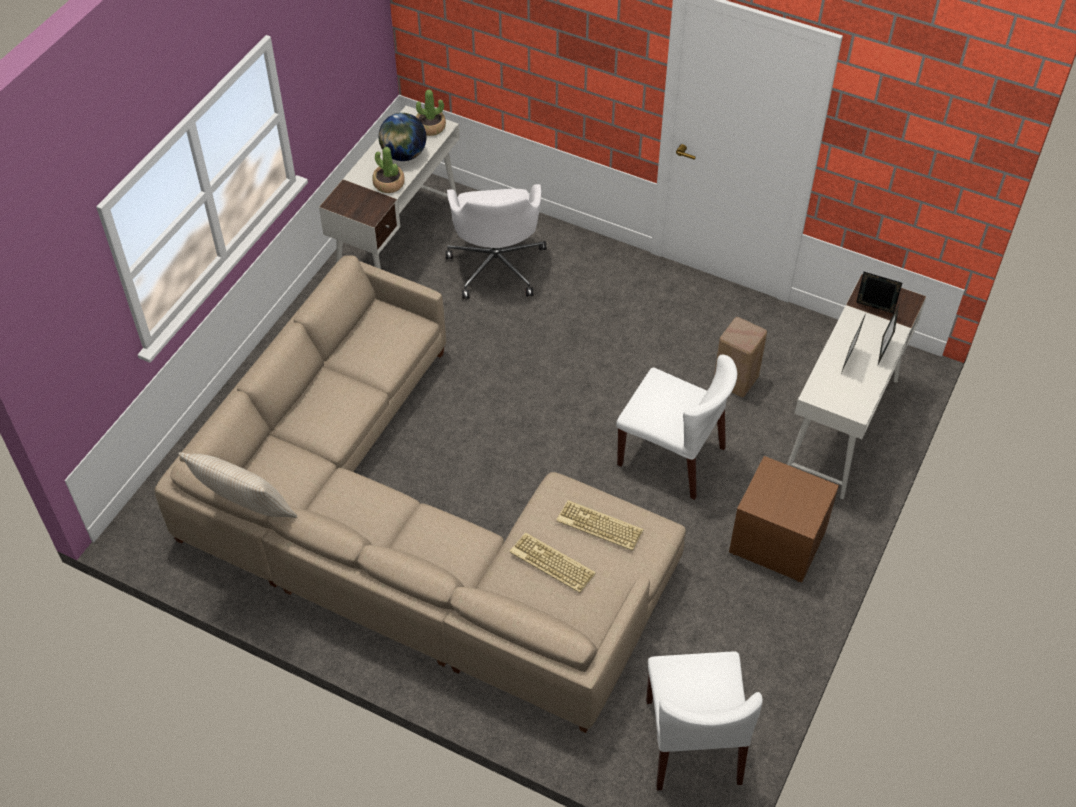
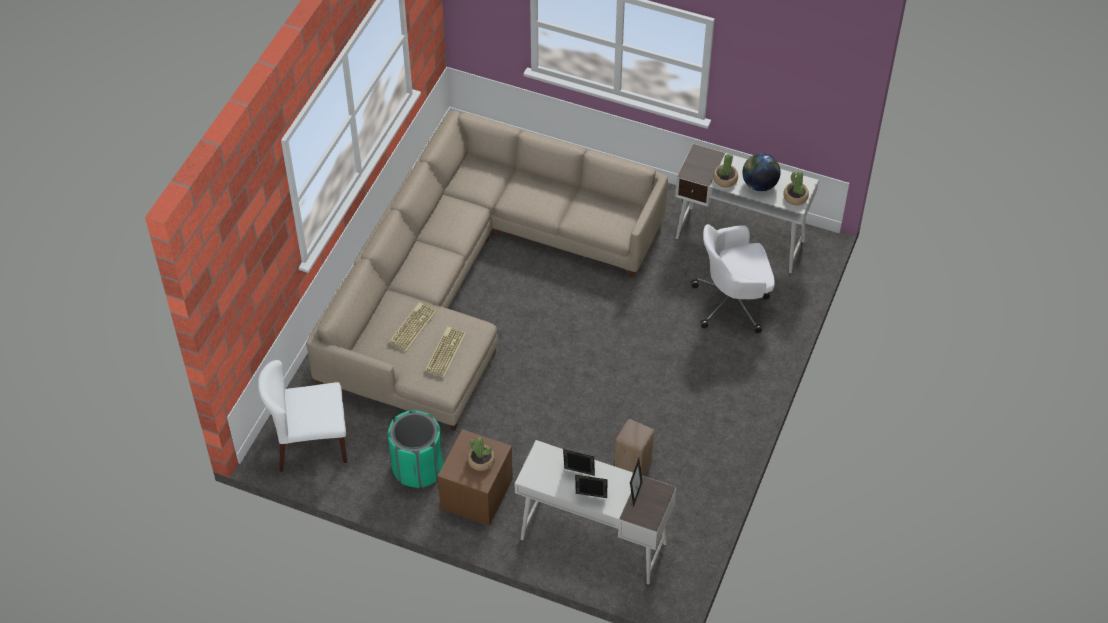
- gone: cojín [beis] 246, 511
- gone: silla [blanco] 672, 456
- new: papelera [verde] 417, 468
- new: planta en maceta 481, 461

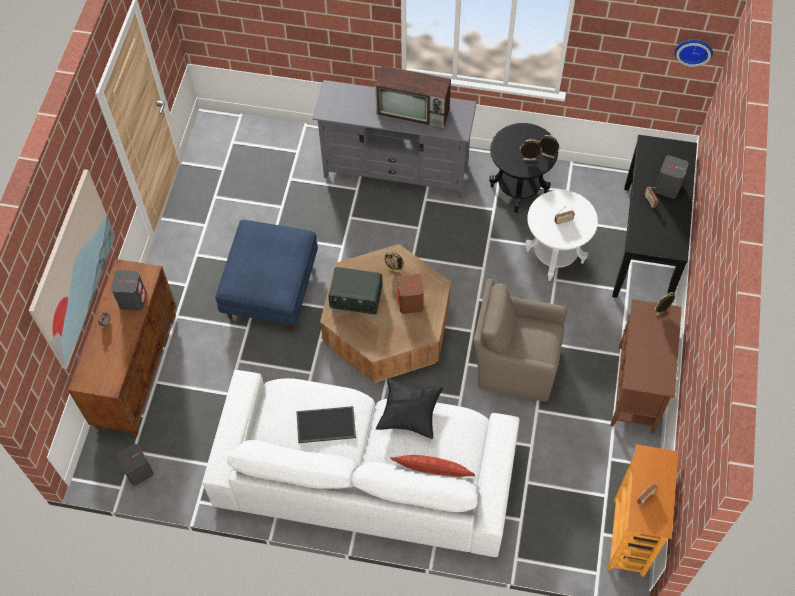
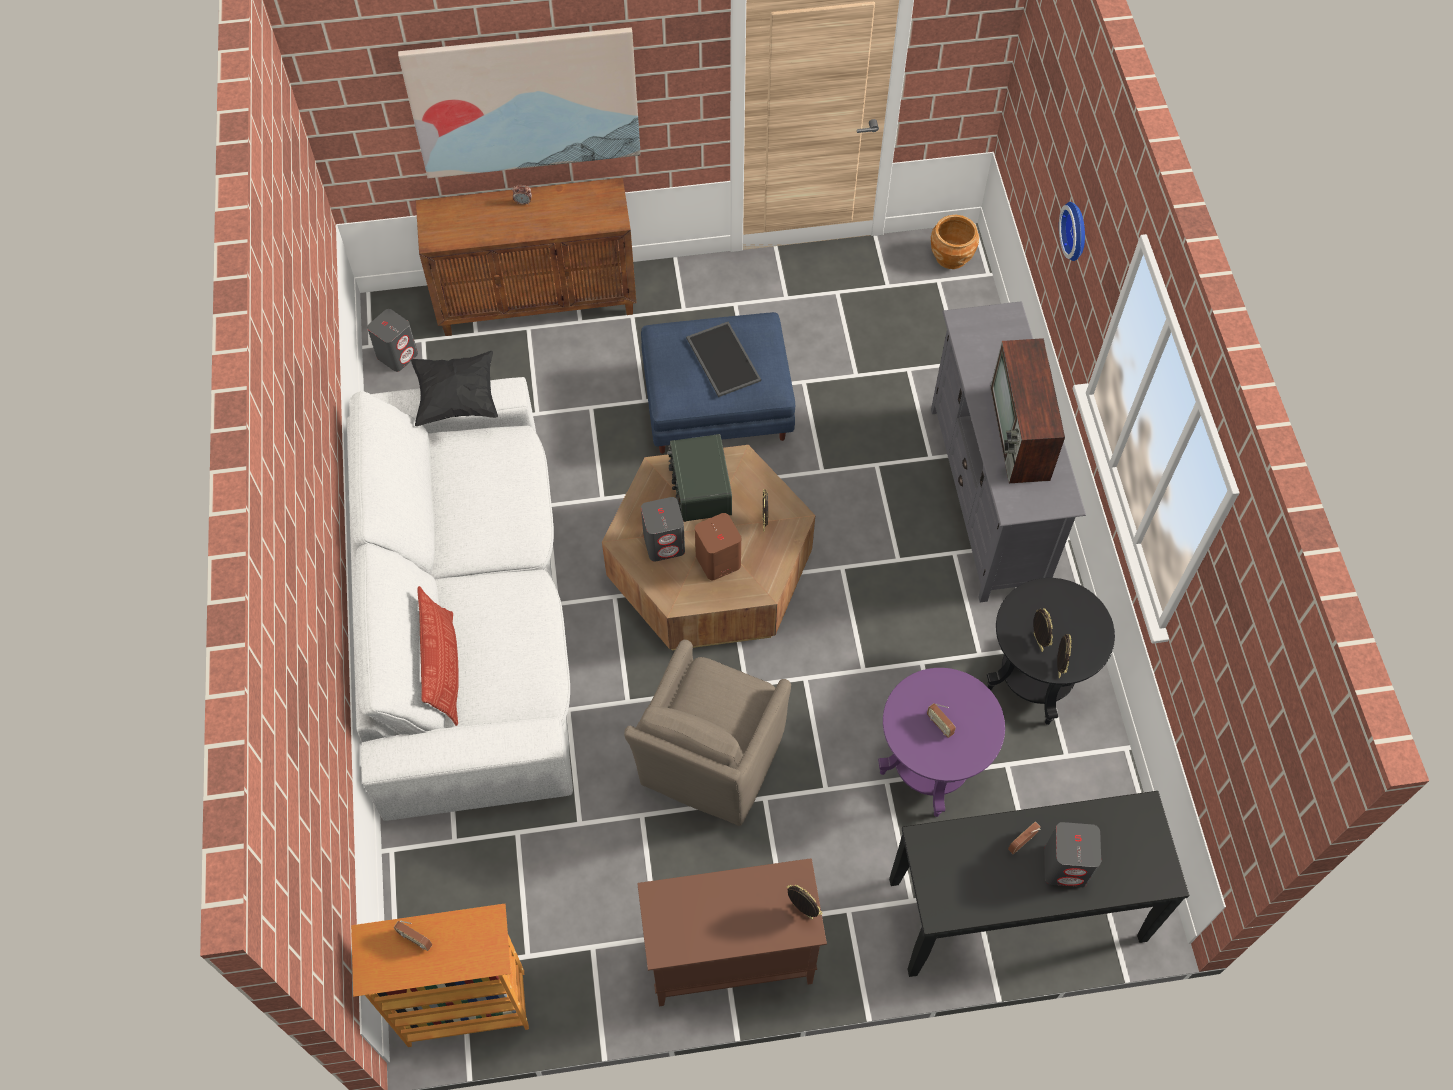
- new: maceta [marrón] 951, 257
- shifted: altavoz [gris] 133, 299 to 664, 543
- shifted: bandeja 325, 426 to 721, 359
- shifted: cojín [negro] 409, 413 to 457, 399
- shifted: reloj de pared 693, 50 to 1077, 230
- repainted: mesa auxiliar [blanco] 554, 256 to mesa auxiliar [morado] 929, 769
- rotated: sillón [marrón] 514, 364 = 710, 762 150 degrees counterclockwise

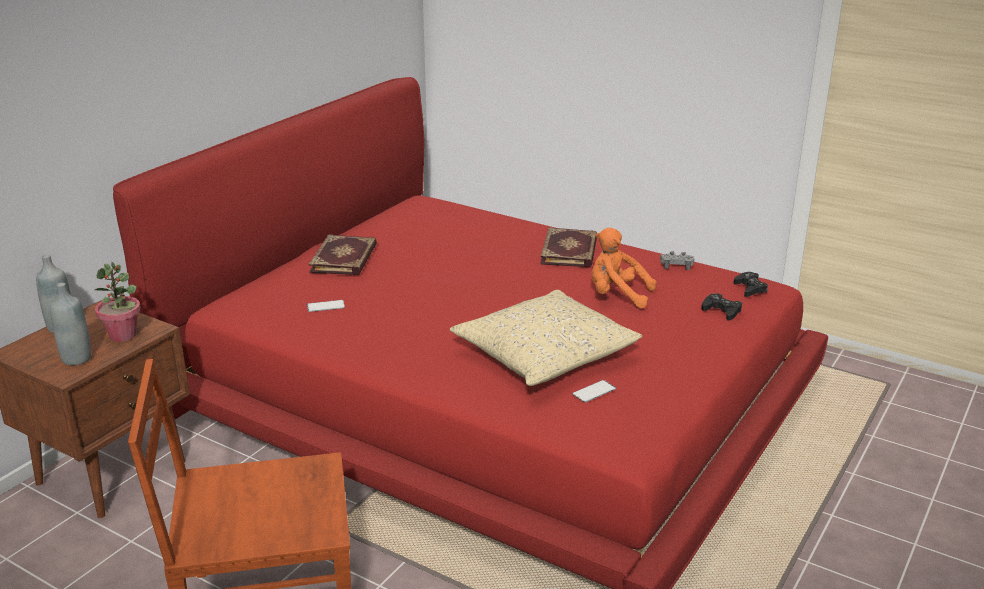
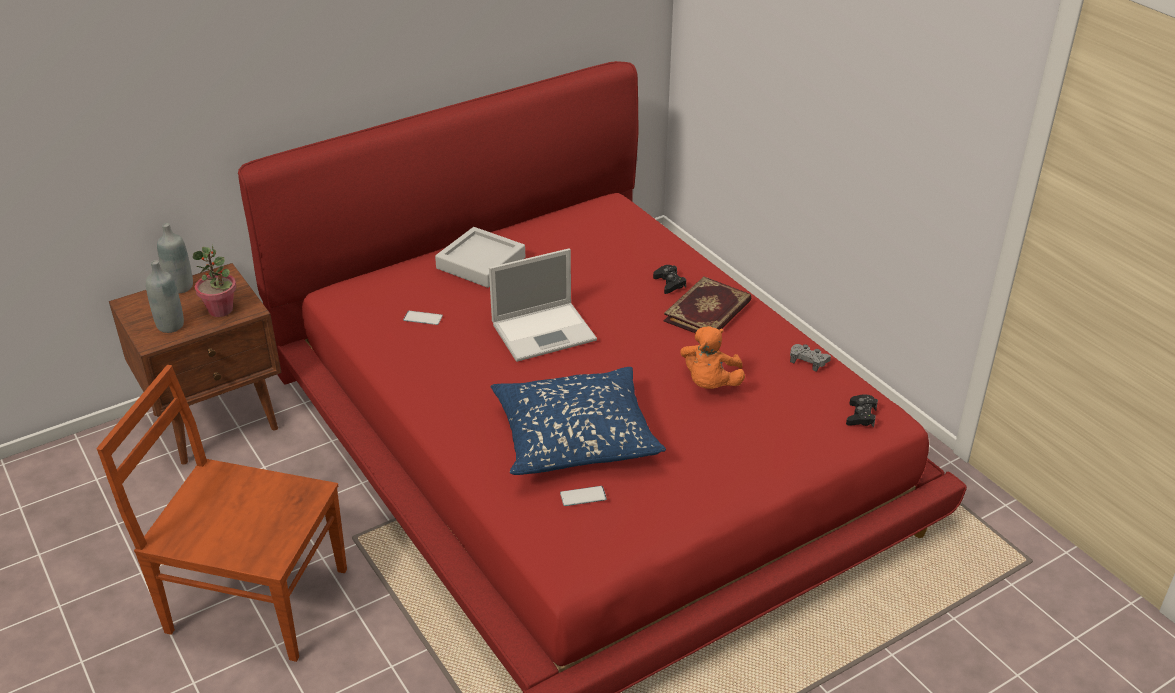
- new: portátil 545, 331
- shifted: mando de consola [negro] 722, 311 to 669, 283
- swapped: libro 345, 258 to bandeja [gris] 481, 263
- repainted: cojín [beis] 545, 354 to cojín [azul] 575, 436
- rotated: peluche [naranja] 617, 295 = 710, 384 120 degrees counterclockwise

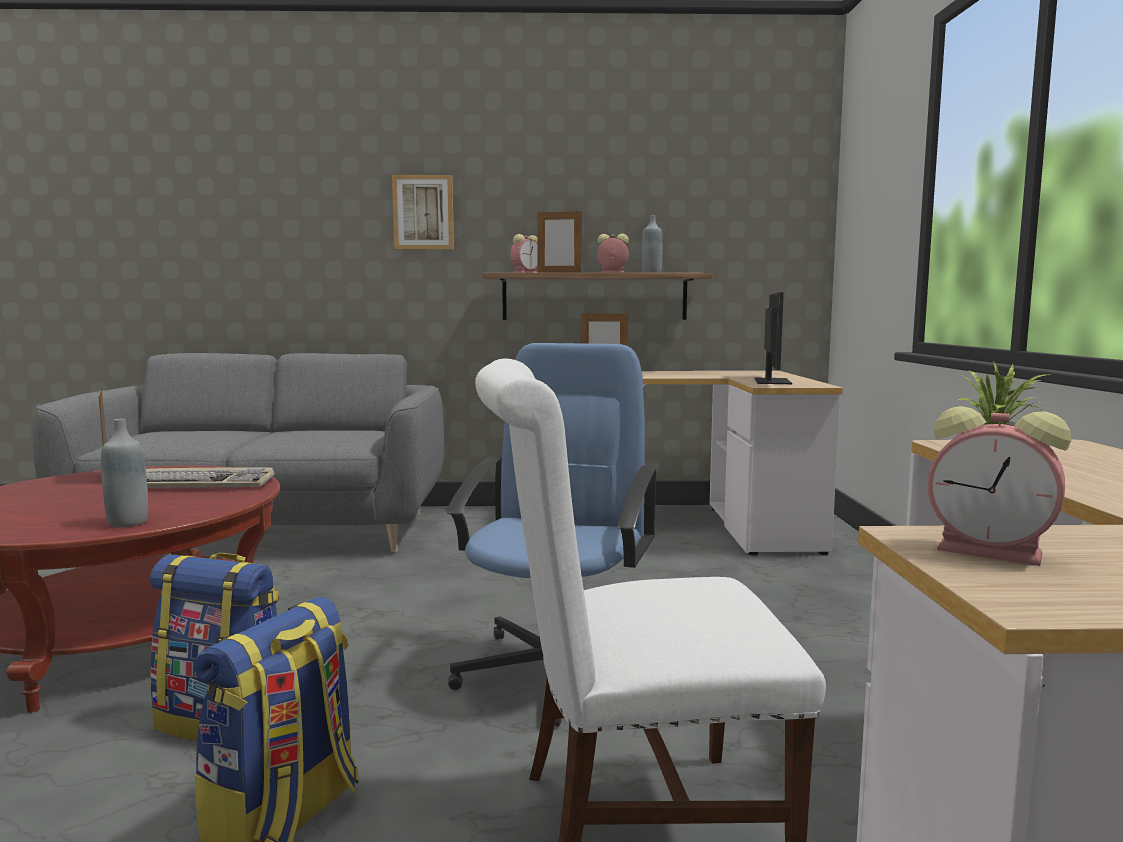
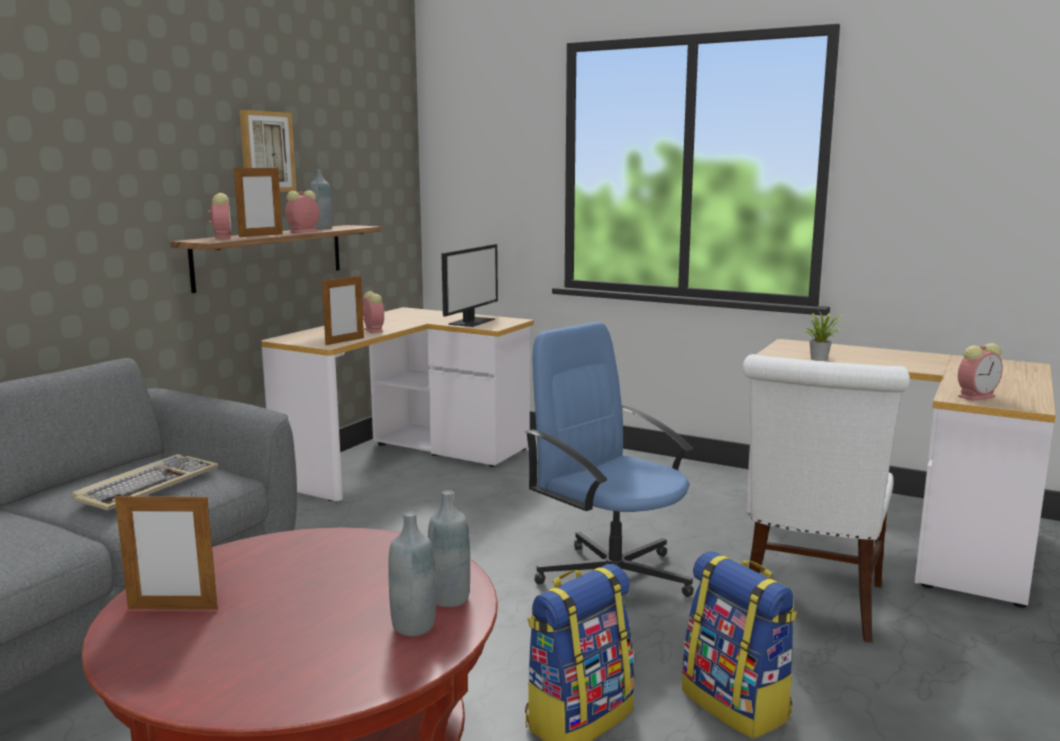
- new: despertador 373, 330
- new: botella [gris] 413, 626
- shifted: teclado 201, 484 to 147, 486
- shifted: cuadro 423, 212 to 266, 152
- rotated: monitor 771, 381 = 471, 321 75 degrees clockwise

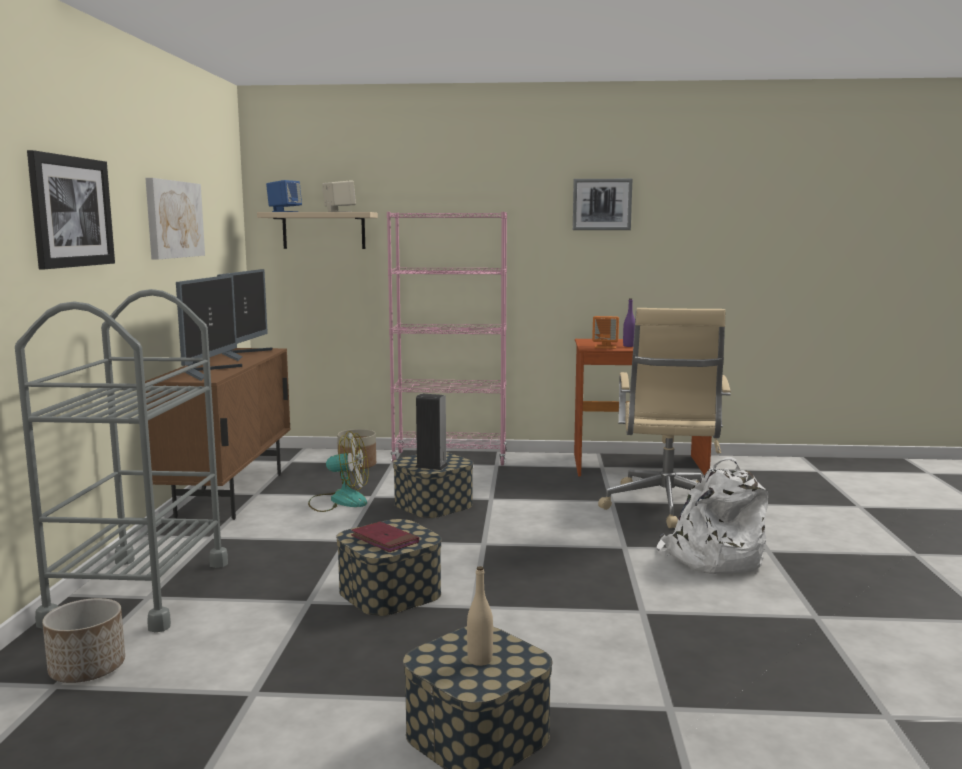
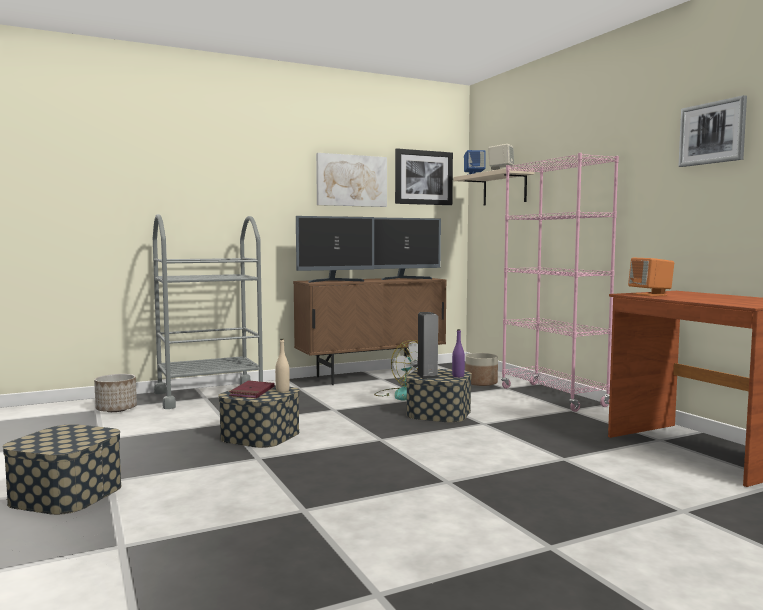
- gone: silla de oficina [beis] 666, 506
- gone: mochila [blanco] 712, 559
- shifted: cuadro 71, 211 to 423, 177
- shifted: botella [beis] 480, 660 to 282, 391
- shifted: botella [morado] 629, 346 to 458, 376

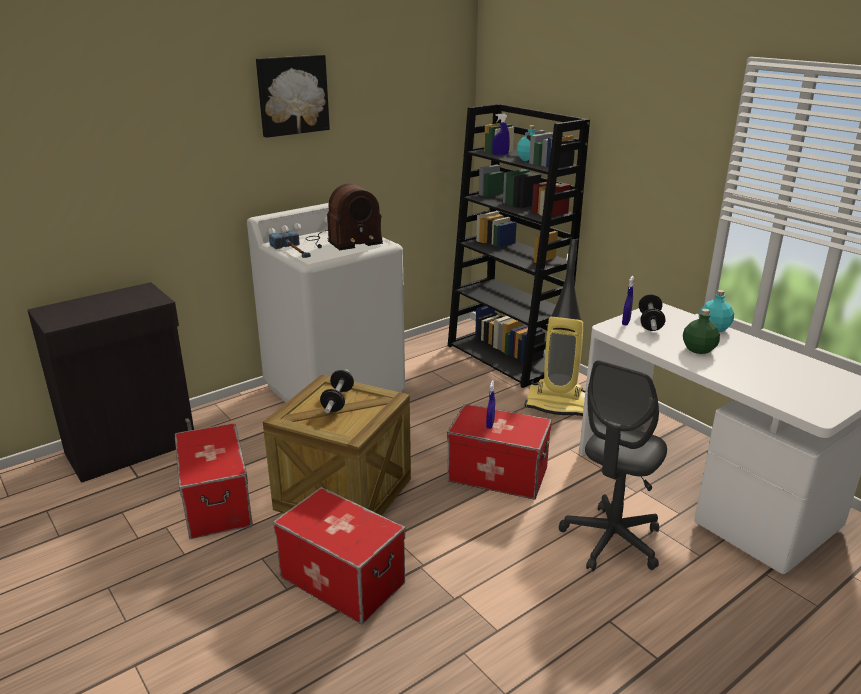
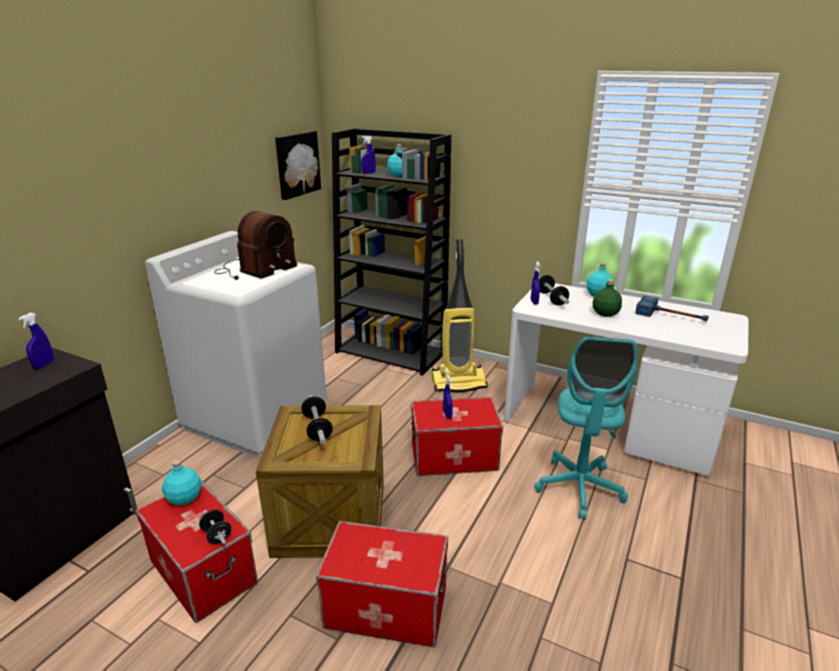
- new: pulverizador [azul] 44, 365
- new: botella [turquesa] 184, 498
- new: mancuerna [negro] 217, 535
- shifted: cuadro 292, 95 to 296, 164
- shifted: martillo 294, 252 to 671, 316
- repainted: silla de oficina [gris] 611, 541 to silla de oficina [turquesa] 579, 488

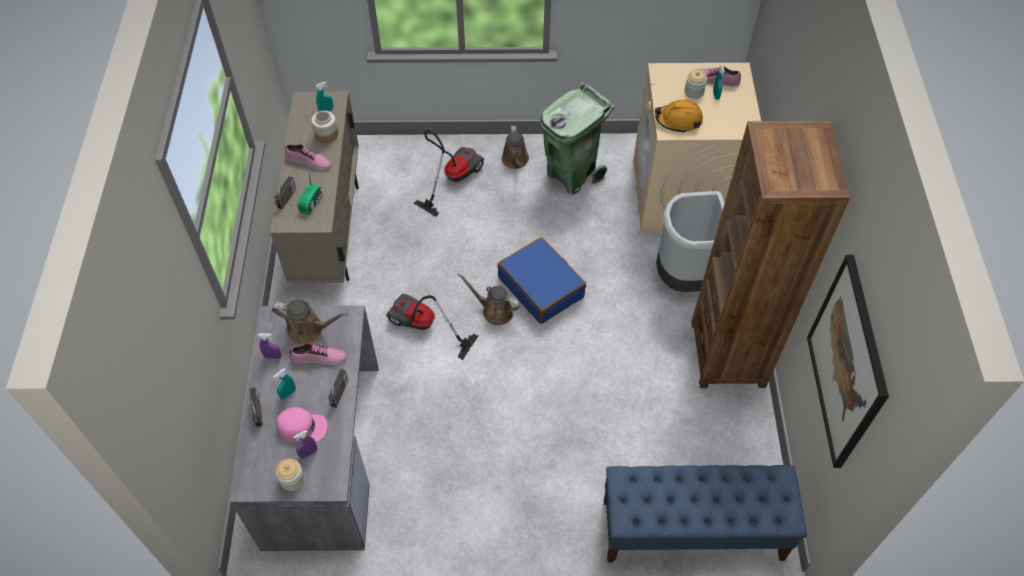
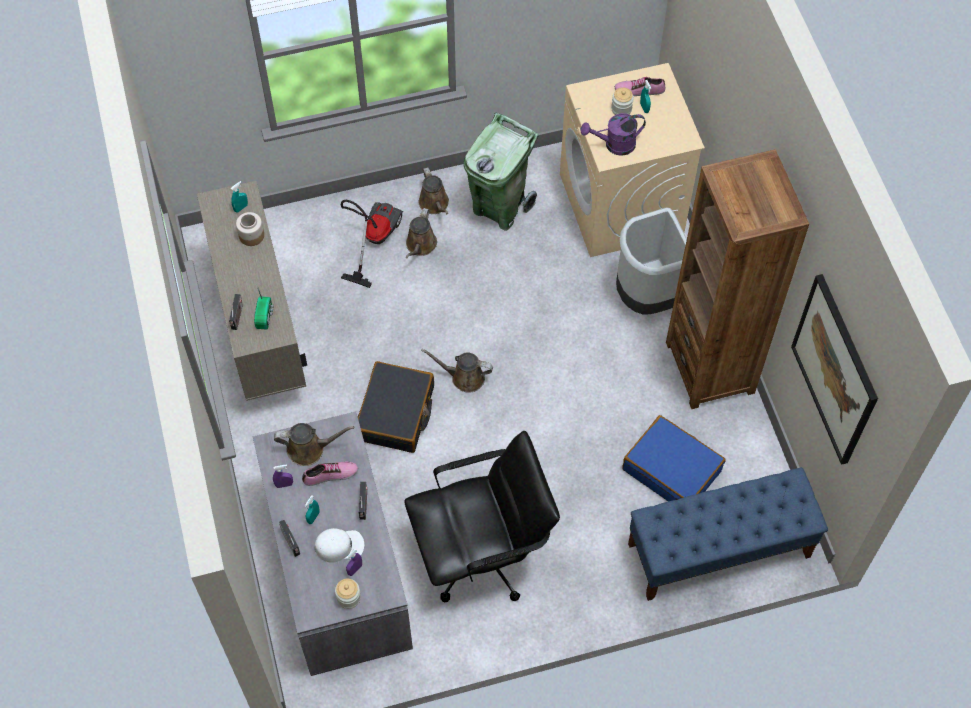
- gone: zapato 308, 161
- new: silla de oficina [negro] 482, 554
- new: regadera [marrón] 420, 246
- shifted: maleta [azul] 541, 287 to 672, 470
- swapped: aspiradora 422, 328 to maleta [negro] 396, 413
- swapped: casco [naranja] 678, 120 to regadera [morado] 614, 145
- repainted: gorra [rosa] 302, 427 to gorra [blanco] 339, 546

